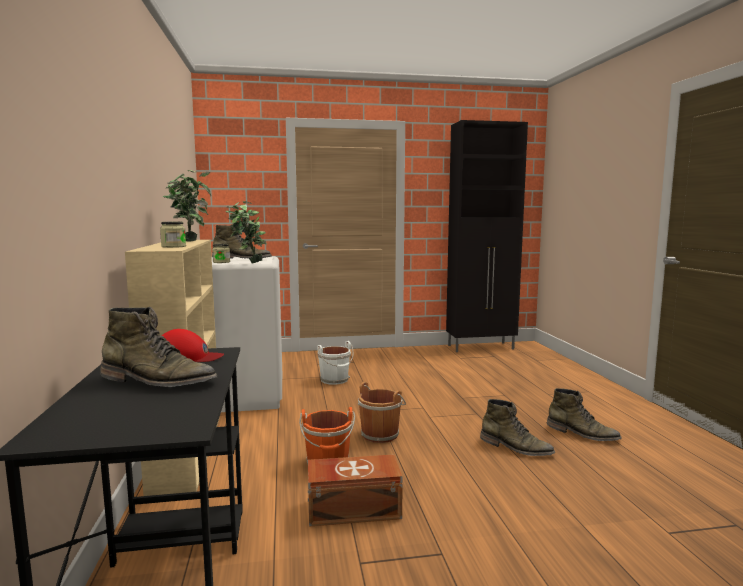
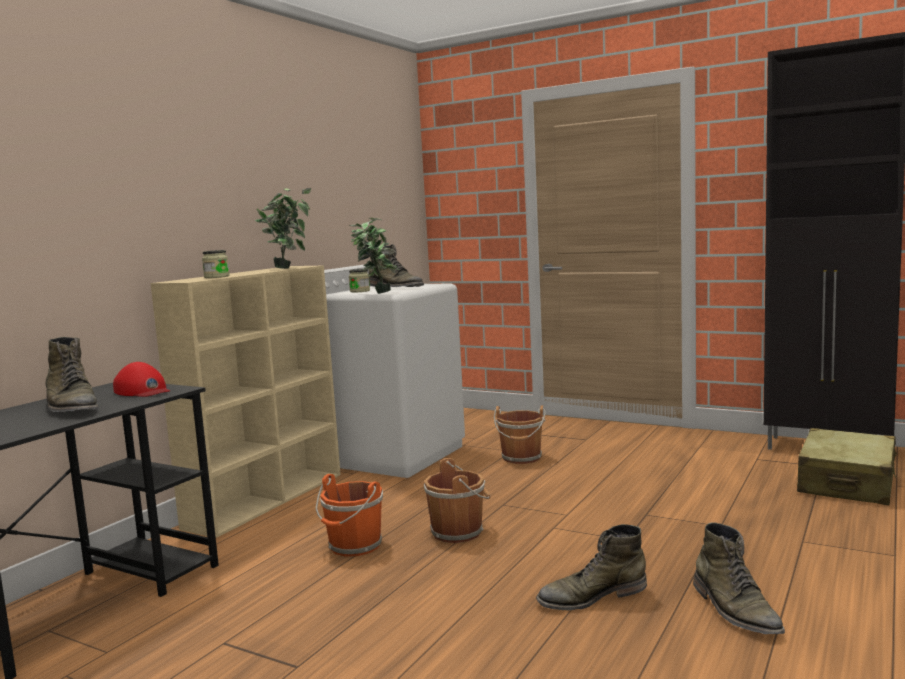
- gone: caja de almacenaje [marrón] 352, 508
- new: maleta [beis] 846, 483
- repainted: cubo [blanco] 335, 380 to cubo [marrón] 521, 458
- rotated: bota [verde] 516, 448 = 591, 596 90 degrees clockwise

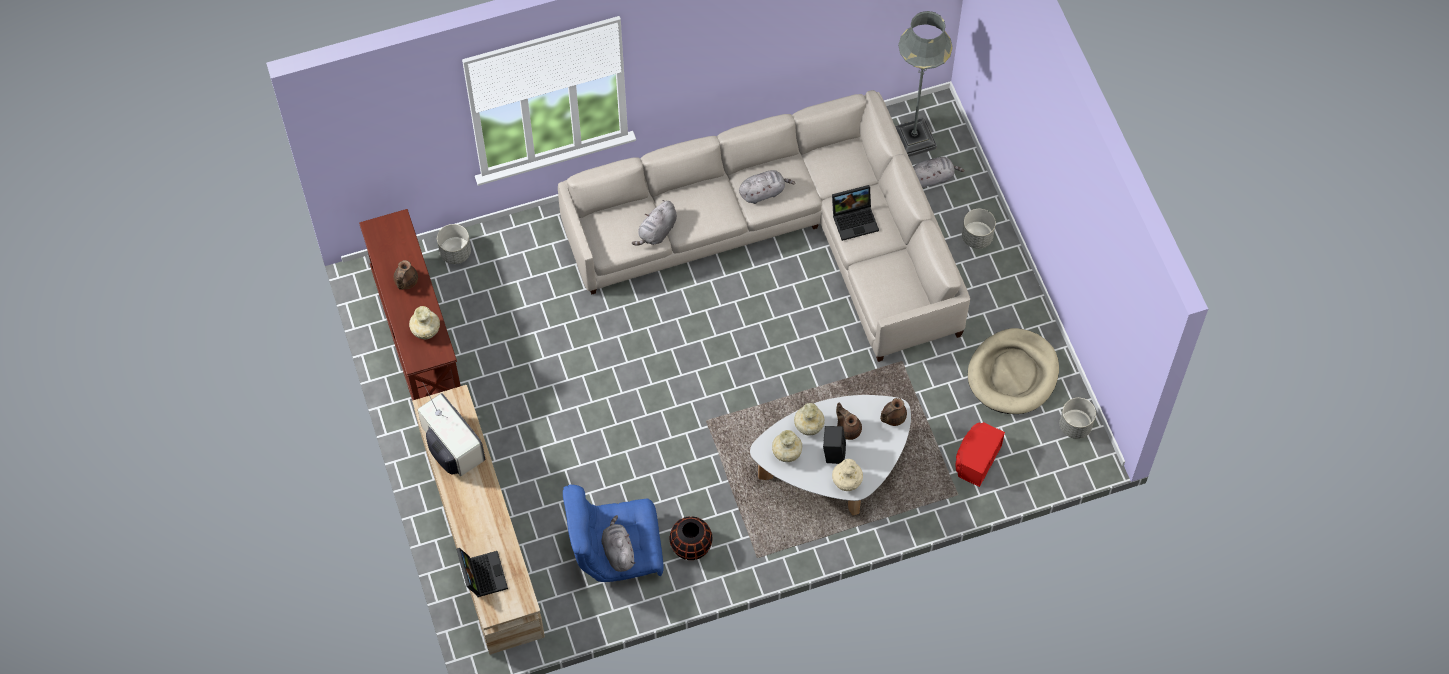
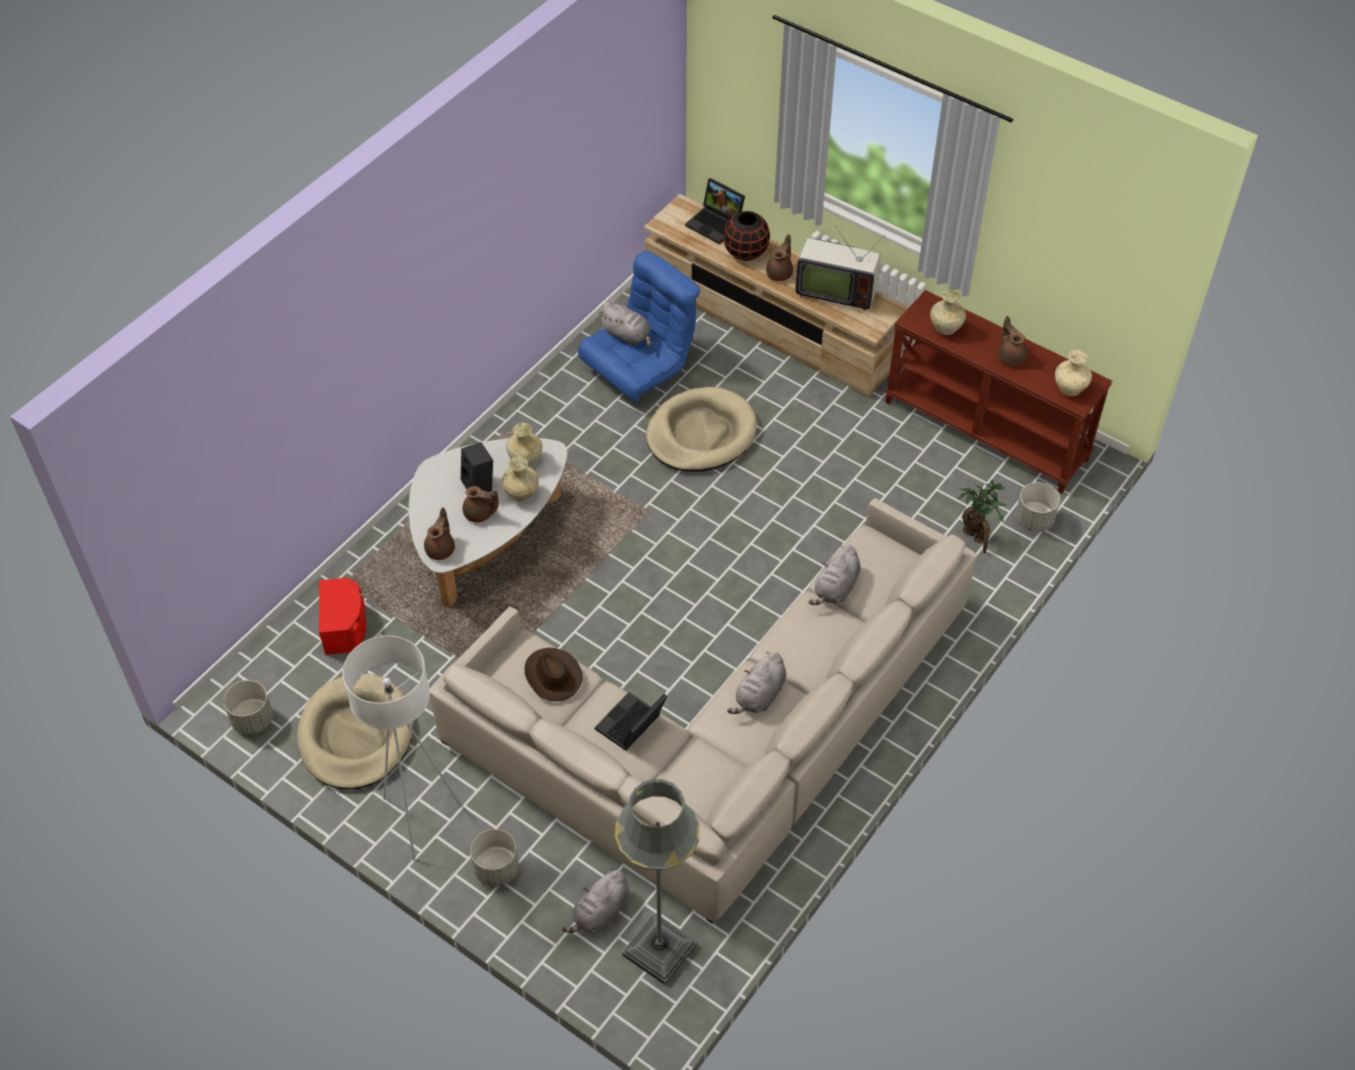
- new: lámpara de pie [blanco] 418, 820
- new: sombrero [marrón] 552, 676
- new: cama para perro [beis] 701, 434
- new: tetera [marrón] 780, 273
- new: planta en maceta 975, 537
- shifted: florero [negro] 691, 546 to 746, 252
- shifted: florero [beis] 846, 483 to 1069, 388
- rotated: peluche [gris] 657, 232 = 835, 589 150 degrees counterclockwise

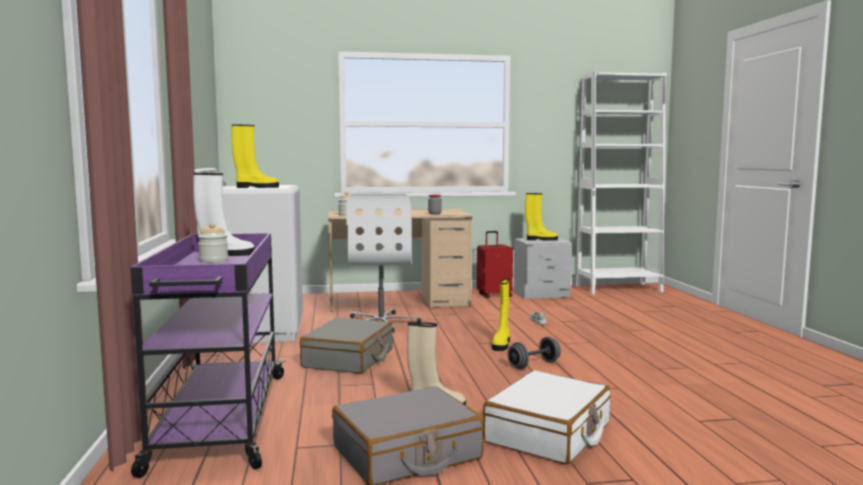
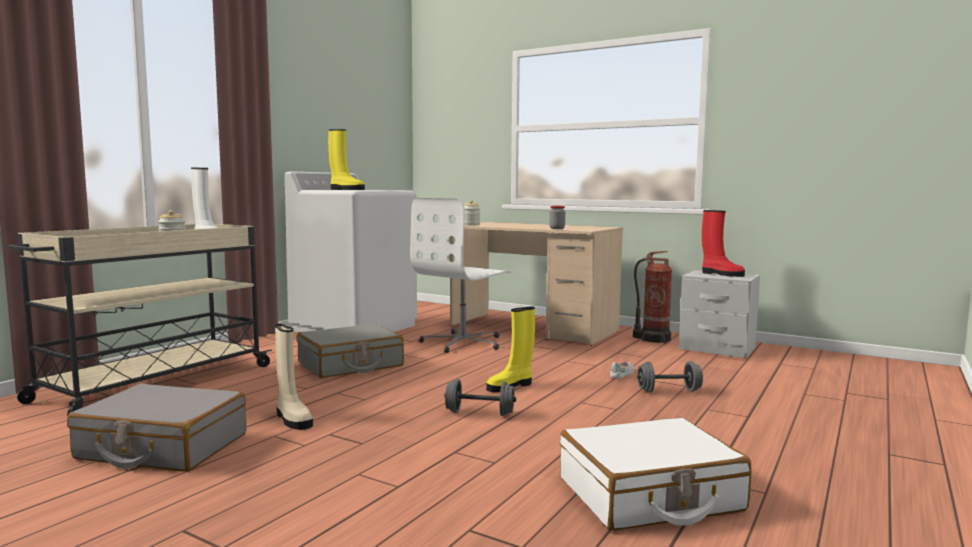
- gone: estantería [blanco] 618, 289
- new: mancuerna [gris] 669, 391
- shifted: maleta [blanco] 549, 433 to 649, 495
- swapped: maleta [rojo] 494, 295 to extintor 653, 339
- repainted: carrito [morado] 220, 420 to carrito [beis] 153, 383
- repainted: bota [amarillo] 541, 239 to bota [rojo] 721, 274

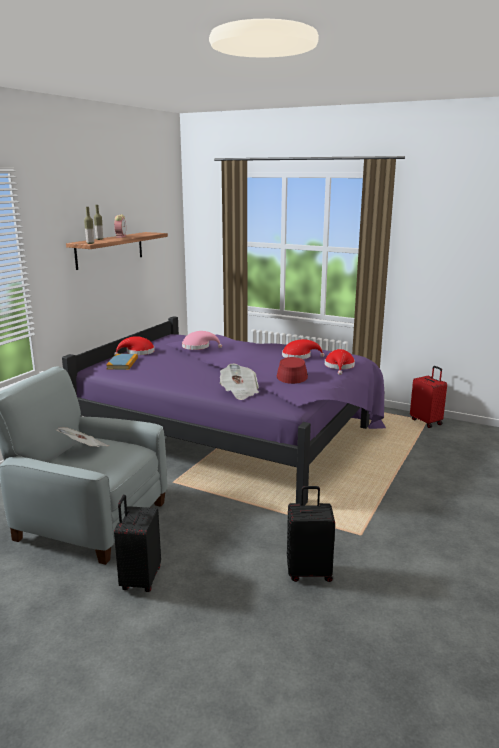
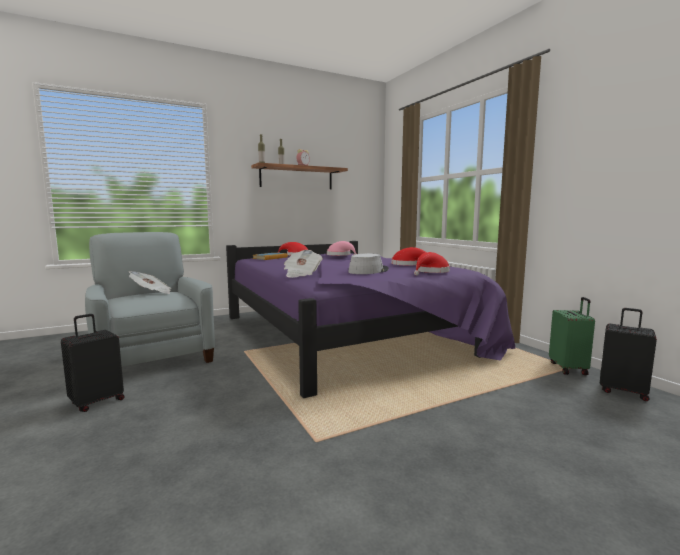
- shifted: maleta [negro] 309, 572 to 623, 391
- repainted: sombrero [rojo] 292, 375 to sombrero [gris] 368, 271
- repainted: maleta [rojo] 426, 422 to maleta [verde] 569, 368

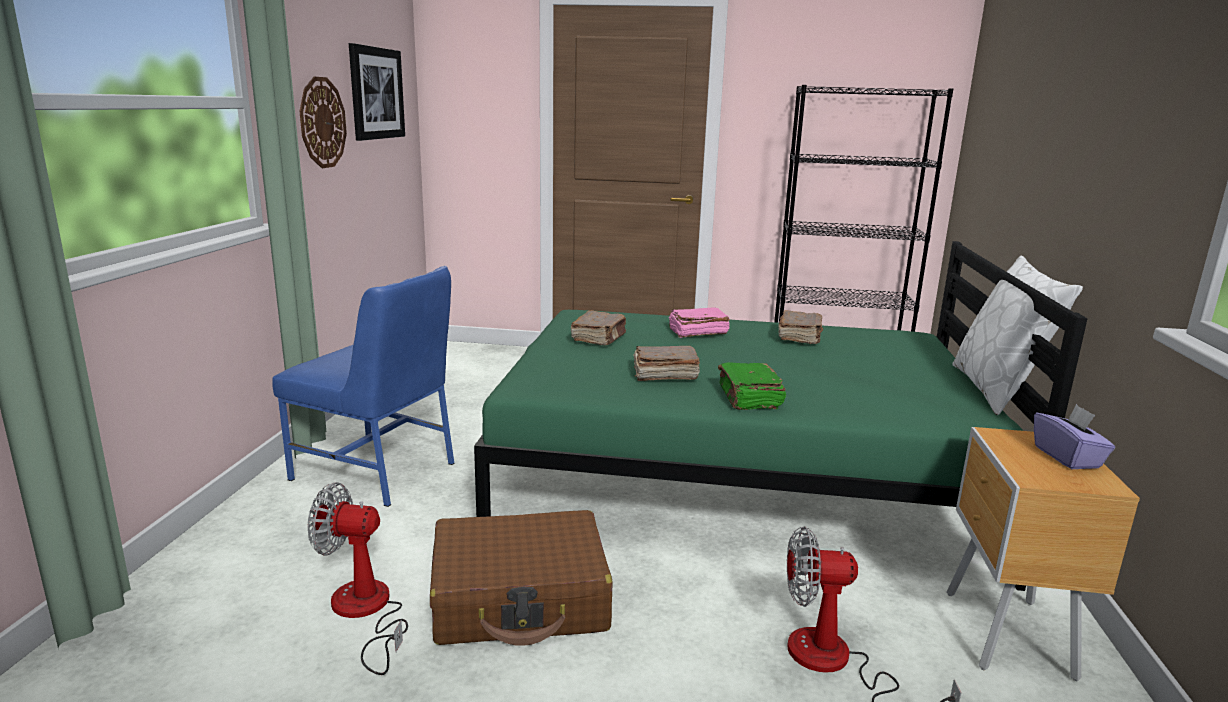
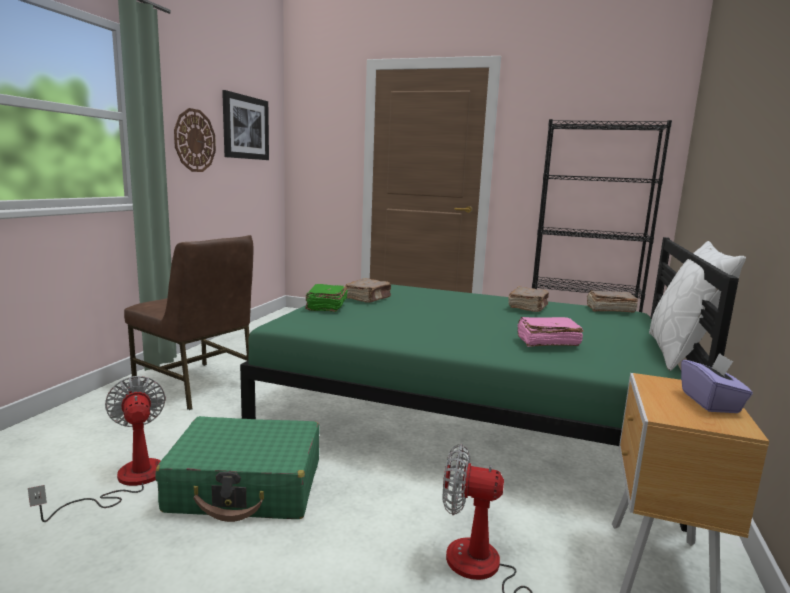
- shifted: libro [marrón] 664, 375 to 609, 310
- shifted: libro [rosa] 697, 332 to 546, 342
- shifted: libro [verde] 749, 398 to 326, 306
- repainted: silla [azul] 377, 471 to silla [marrón] 197, 386
- repainted: maleta [marrón] 521, 599 to maleta [verde] 246, 486
- rotated: ventilador 365, 612 = 126, 482 45 degrees clockwise

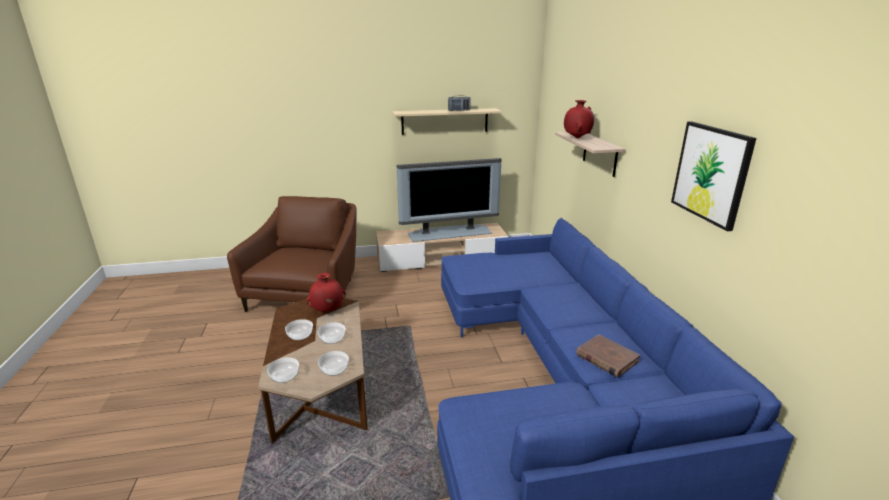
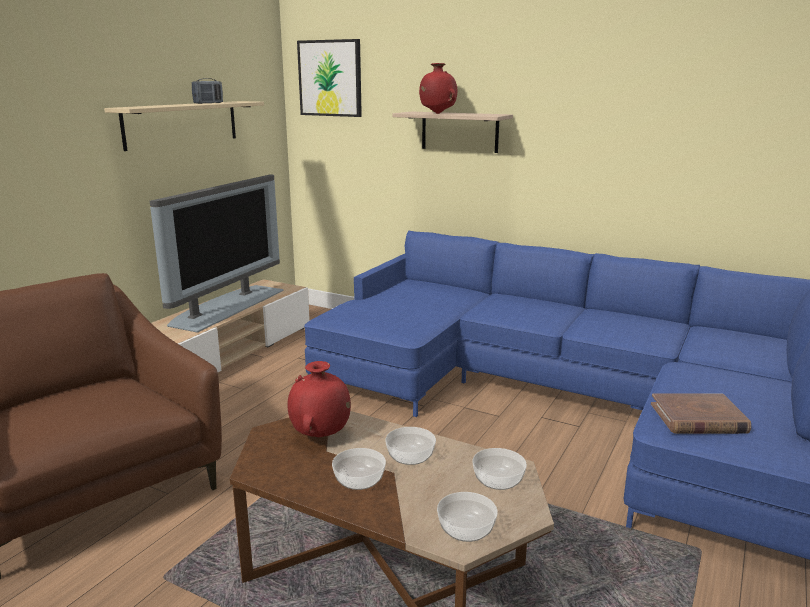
- shifted: libro [marrón] 606, 358 to 698, 418
- shifted: cuadro 711, 173 to 330, 78

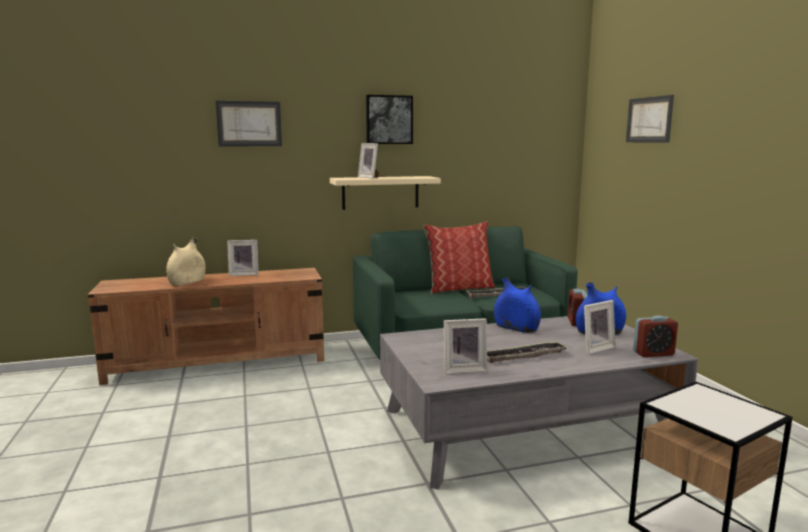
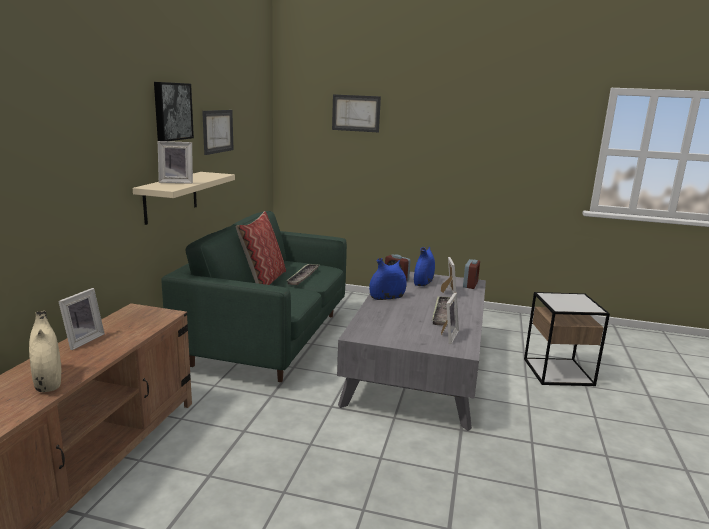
- shifted: cuadro 249, 124 to 217, 131

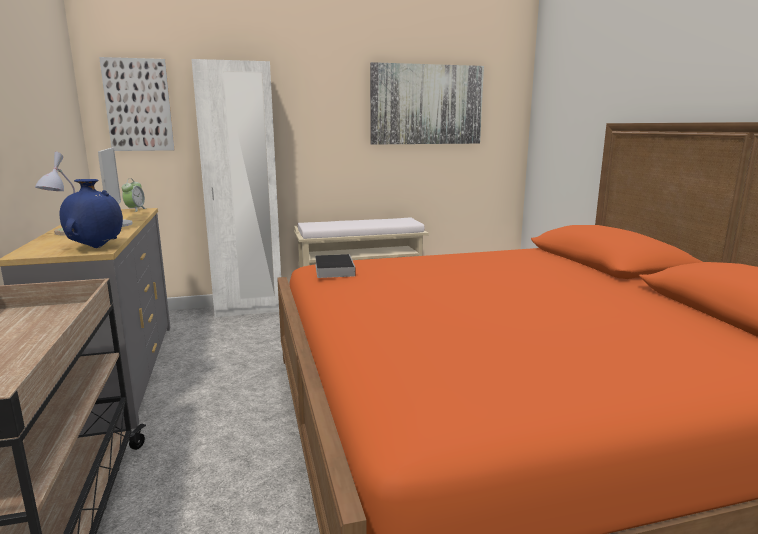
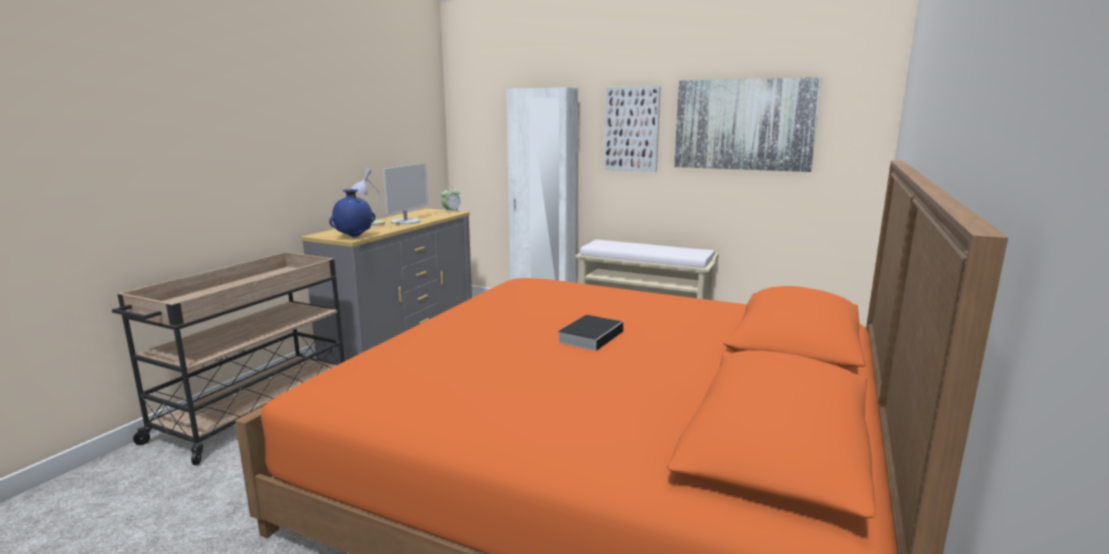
- shifted: cuadro 138, 105 to 632, 129
- shifted: libro 334, 269 to 591, 336

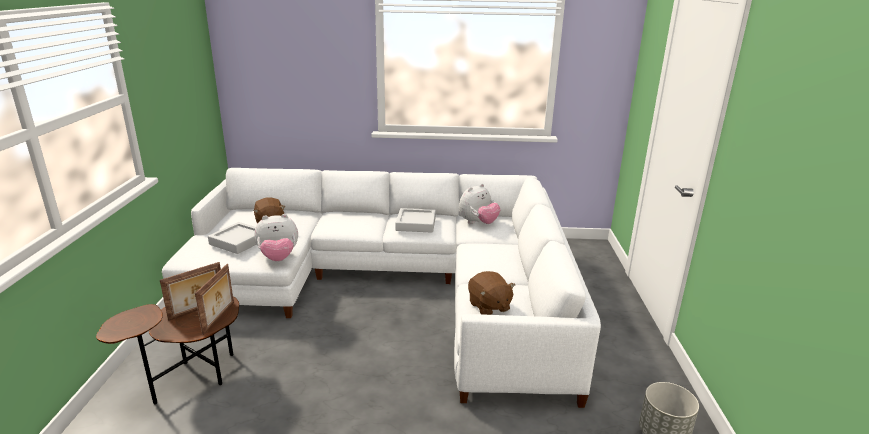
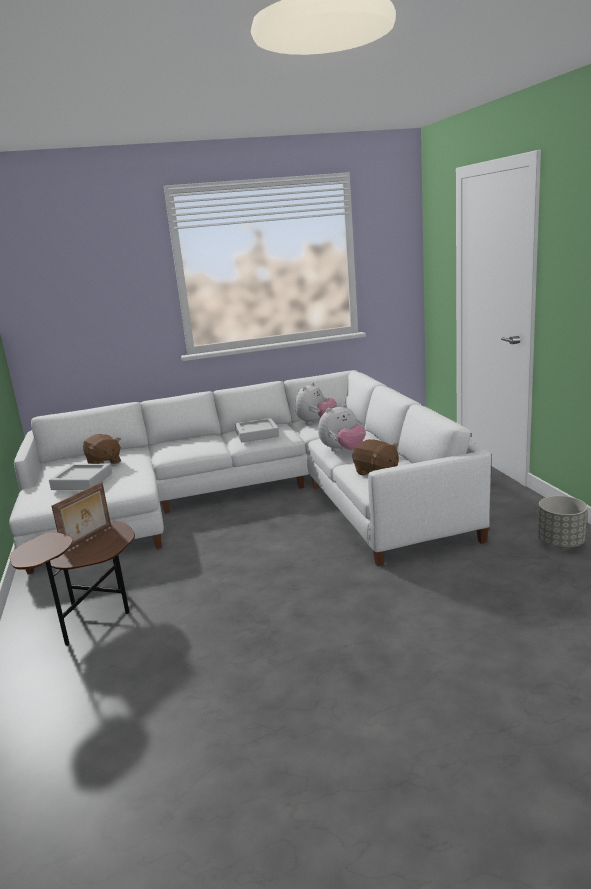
- gone: portarretratos 219, 318
- shifted: peluche 278, 258 to 343, 450

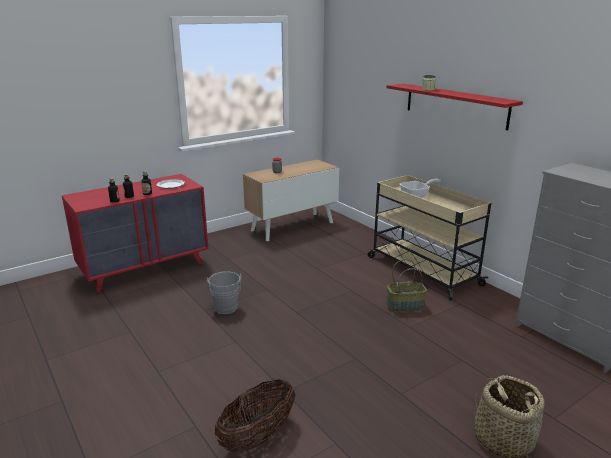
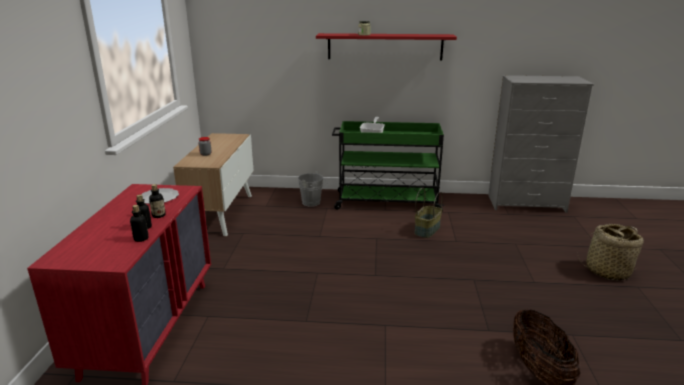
- shifted: cubo [gris] 226, 309 to 313, 203
- repainted: carrito [beis] 421, 270 to carrito [verde] 386, 202

